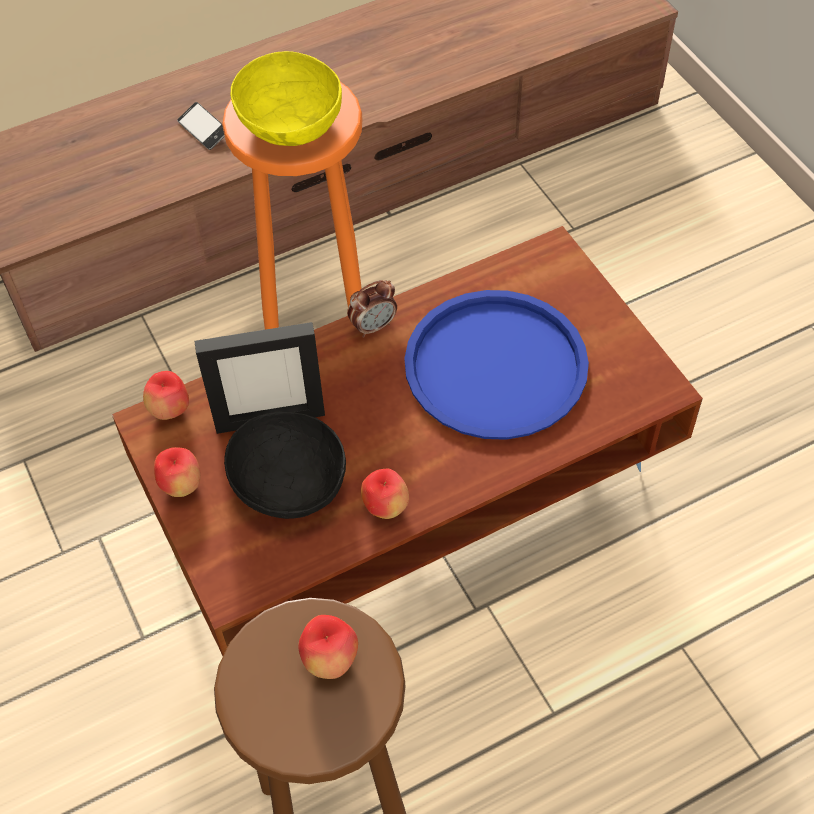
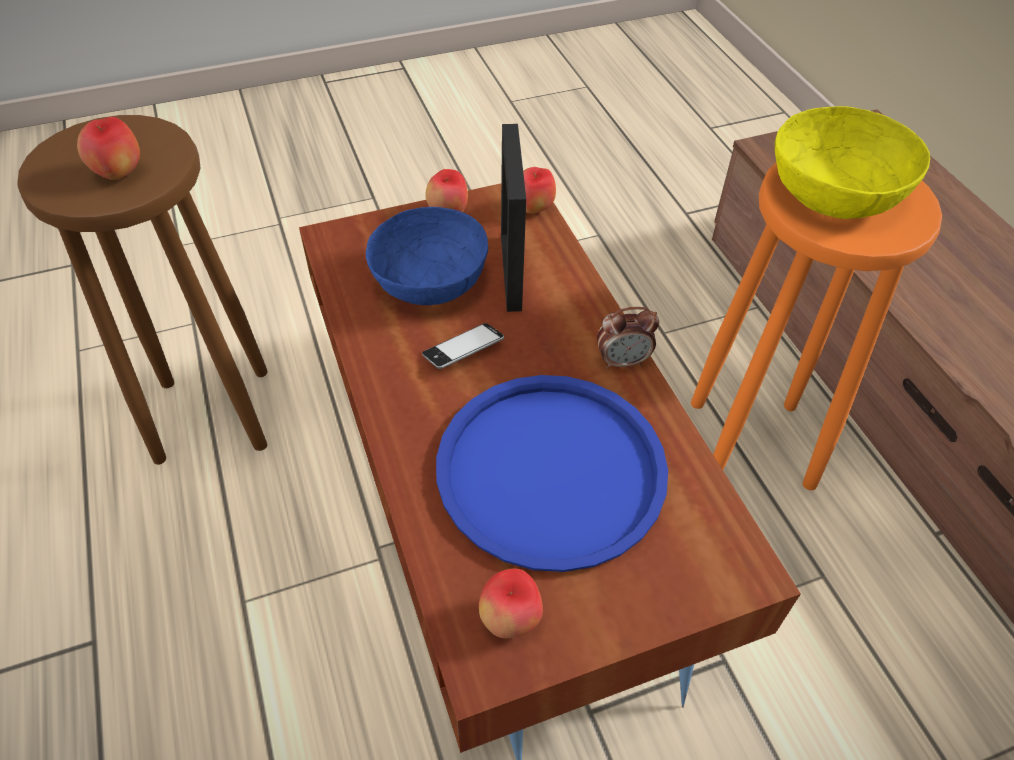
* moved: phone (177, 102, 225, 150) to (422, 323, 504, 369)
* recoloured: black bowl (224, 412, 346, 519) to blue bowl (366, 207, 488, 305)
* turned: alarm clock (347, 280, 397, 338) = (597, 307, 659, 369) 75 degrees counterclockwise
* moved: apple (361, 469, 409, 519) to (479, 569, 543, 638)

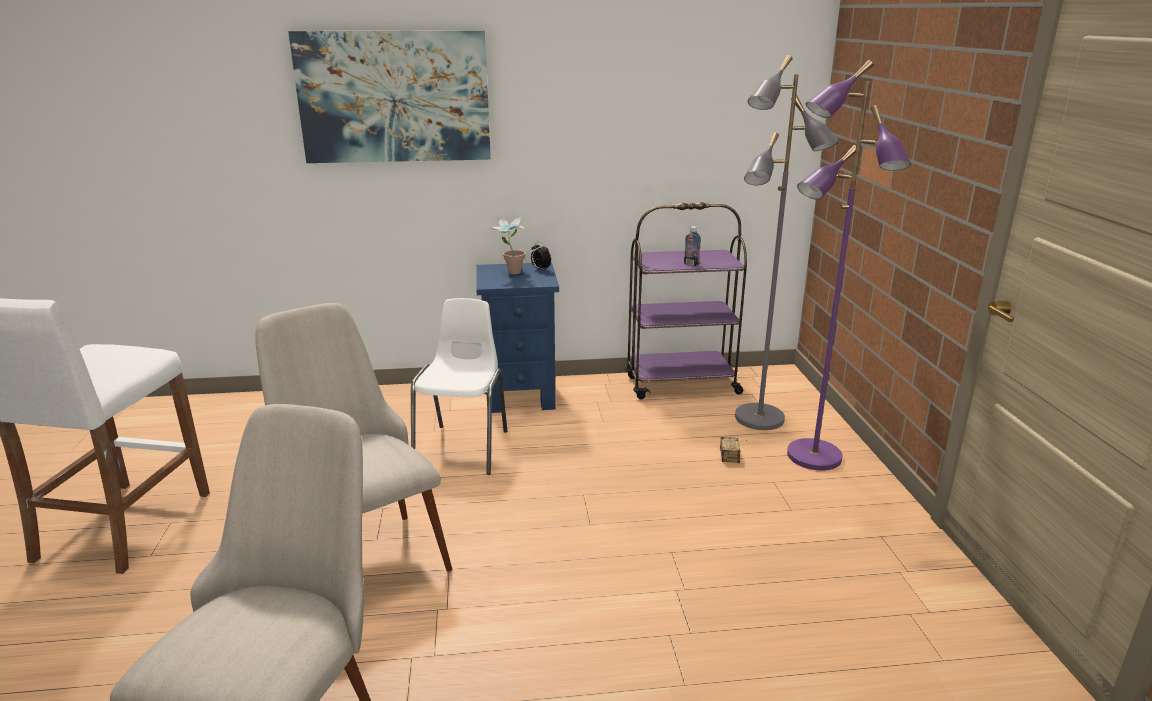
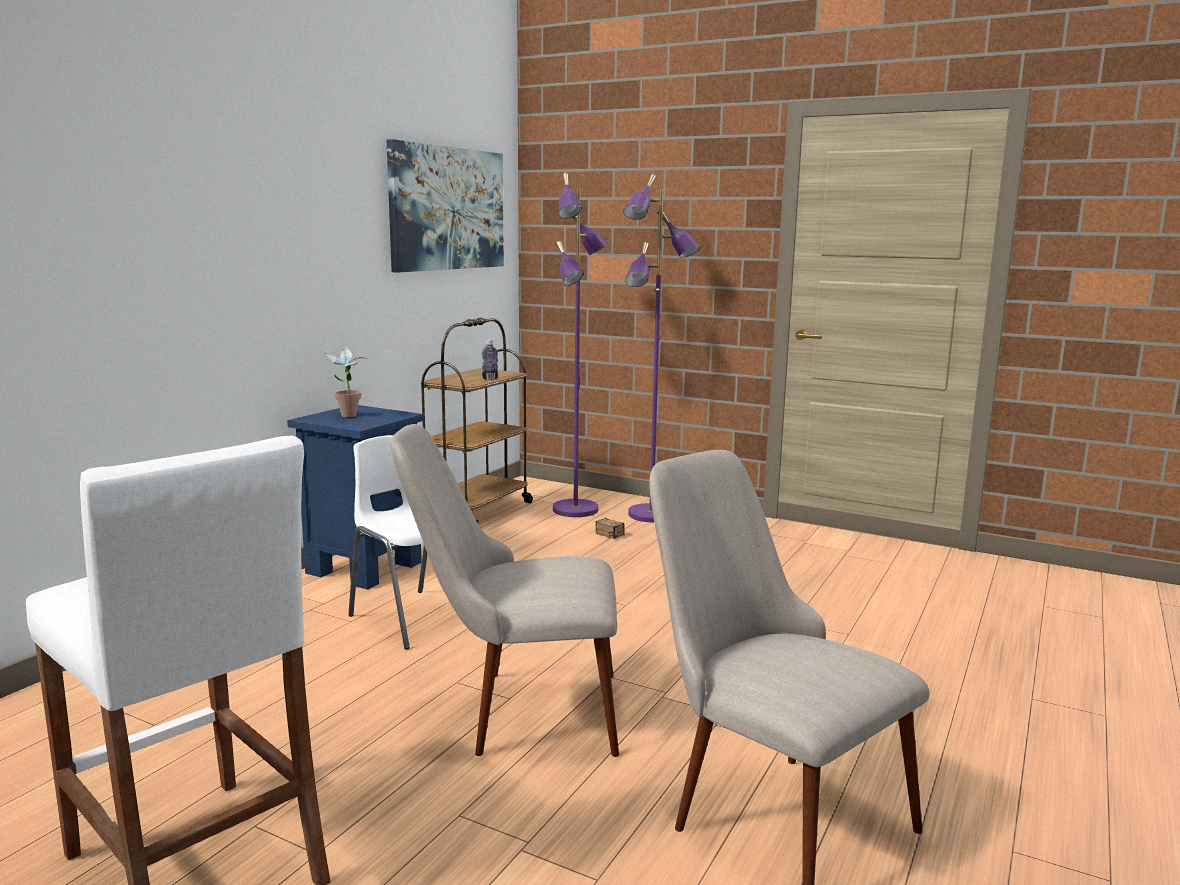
* moved: picture (288, 30, 491, 163) to (387, 139, 504, 273)
* removed: alarm clock (531, 242, 551, 270)
* recoloured: purple cart (625, 202, 747, 399) to brown cart (421, 318, 533, 522)
* recoloured: grey floor lamp (735, 55, 839, 430) to purple floor lamp (553, 173, 608, 517)

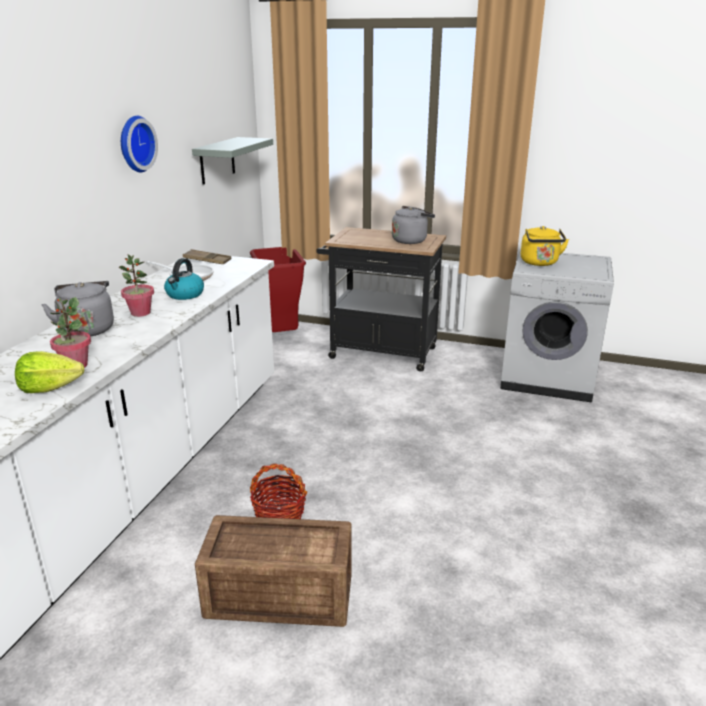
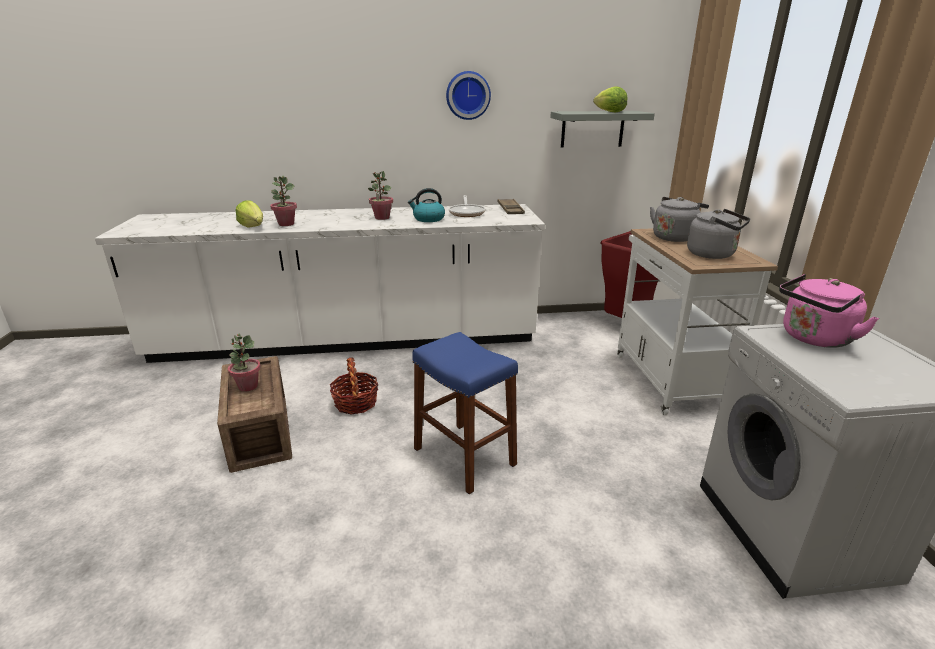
* moved: grey kettle (41, 281, 114, 337) to (650, 197, 709, 242)
* recoloured: black cart (316, 227, 446, 372) to white cart (617, 228, 778, 415)
* recoloured: yellow kettle (521, 226, 569, 266) to pink kettle (779, 274, 879, 348)
* added: potted plant (228, 334, 261, 392)
* added: blue stool (412, 332, 518, 494)
* added: lettuce (593, 87, 628, 113)

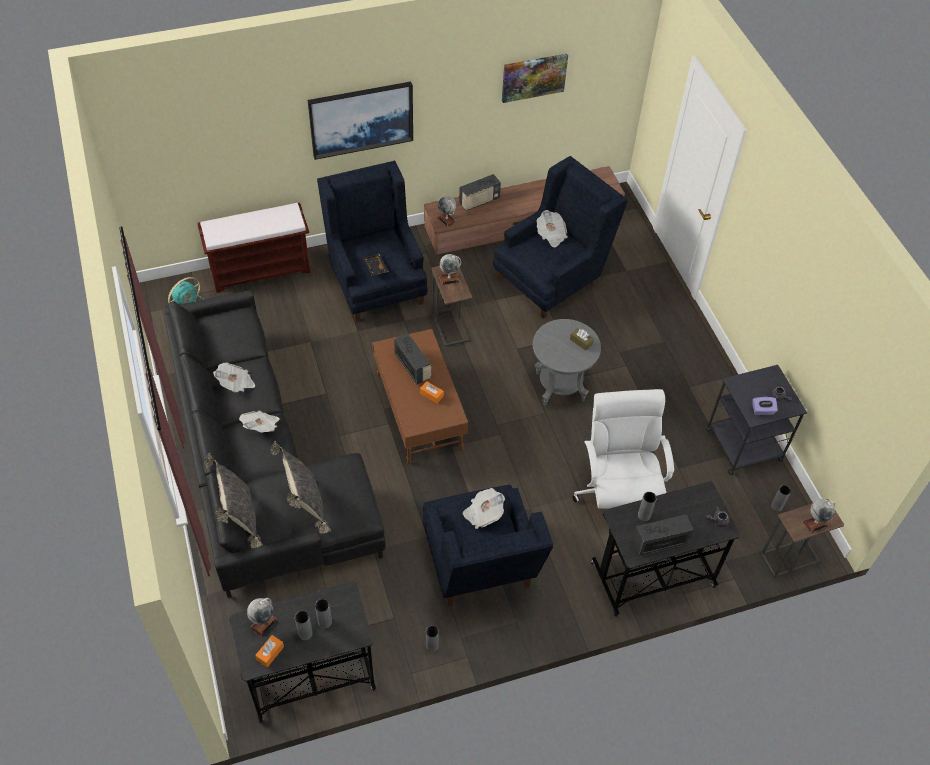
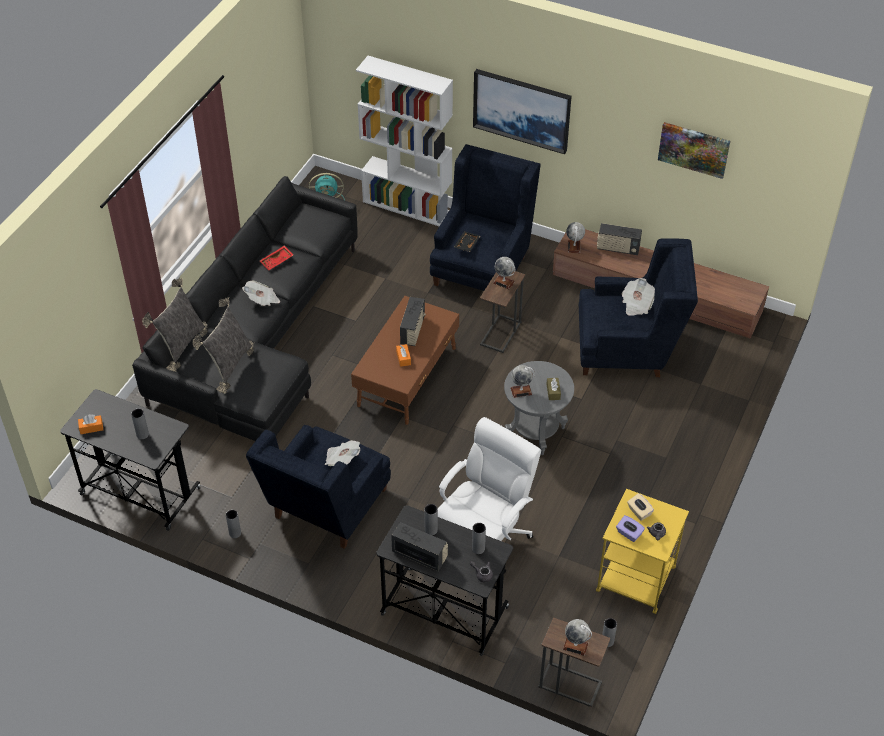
* replaced: brown bench (198, 203, 310, 293) to white bookcase (356, 56, 453, 226)
* replaced: newspaper (213, 363, 255, 392) to red tray (260, 246, 293, 270)
* moved: globe (247, 598, 278, 637) to (510, 365, 535, 398)
* moved: grey vase (295, 611, 313, 640) to (472, 523, 486, 554)
* recoloured: black cart (706, 365, 807, 475) to yellow cart (596, 489, 689, 614)
* added: beige tissue box (627, 493, 654, 521)

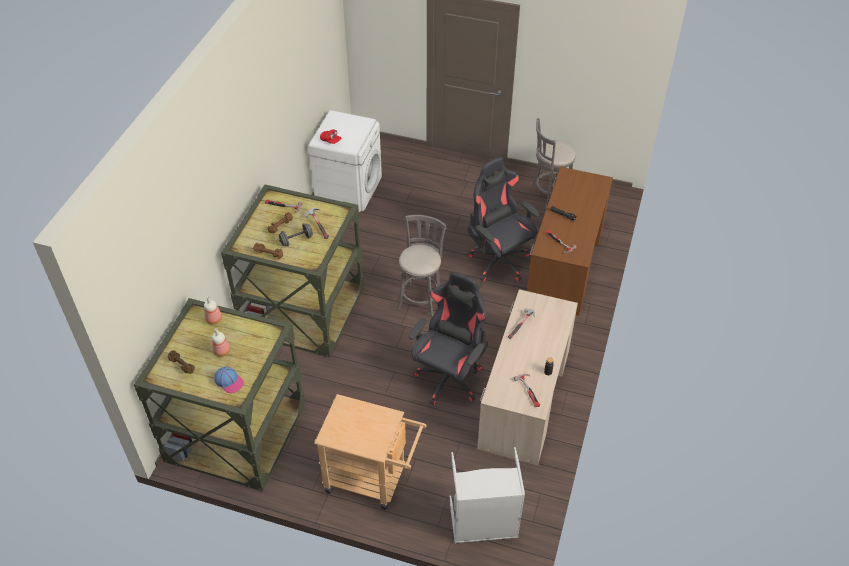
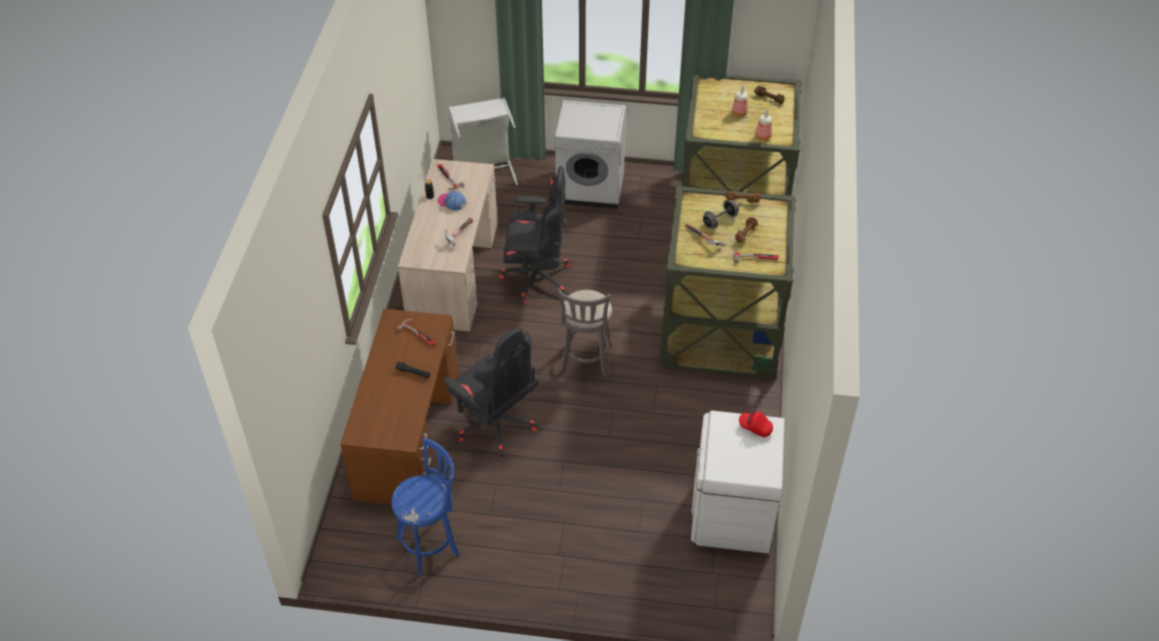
* moved: cap (214, 366, 244, 394) to (437, 191, 466, 211)
* replaced: beige cart (314, 394, 426, 510) to white washing machine (555, 100, 626, 209)
* turned: black office chair (409, 272, 488, 405) = (499, 166, 571, 304) 105 degrees counterclockwise
* recoloured: grey stool (531, 118, 576, 210) to blue stool (391, 438, 460, 576)

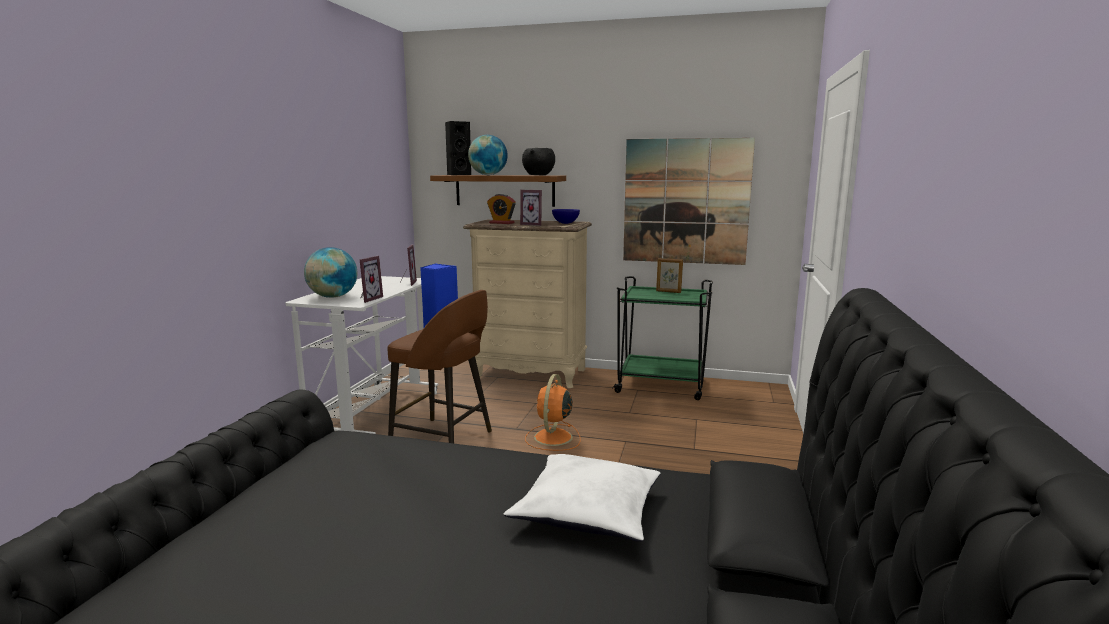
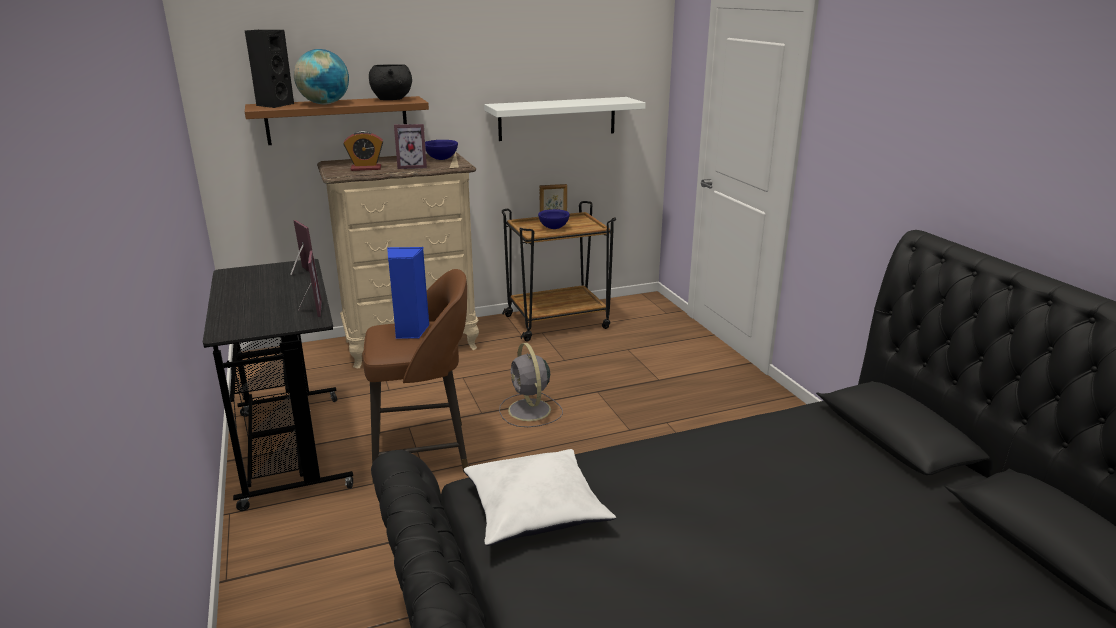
* recoloured: white desk (285, 276, 438, 434) to black desk (203, 259, 353, 511)
* removed: globe (304, 247, 357, 298)
* moved: white pillow (503, 454, 660, 542) to (464, 449, 616, 546)
* recoloured: orange fan (525, 374, 581, 451) to grey fan (499, 343, 563, 427)
* recoloured: green cart (613, 276, 713, 400) to brown cart (502, 201, 616, 342)
* replaced: picture (623, 138, 755, 265) to white shelf (484, 97, 646, 141)
* added: blue bowl (538, 209, 570, 229)

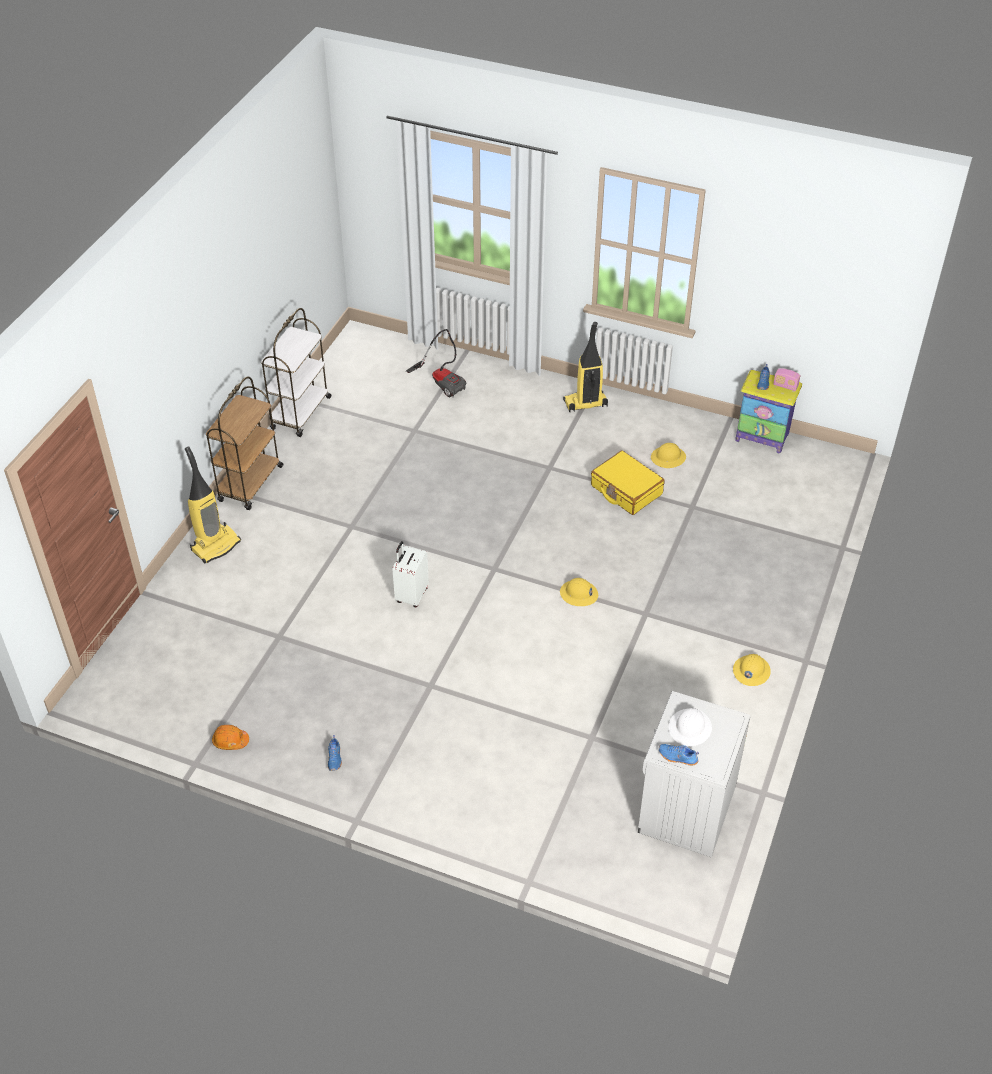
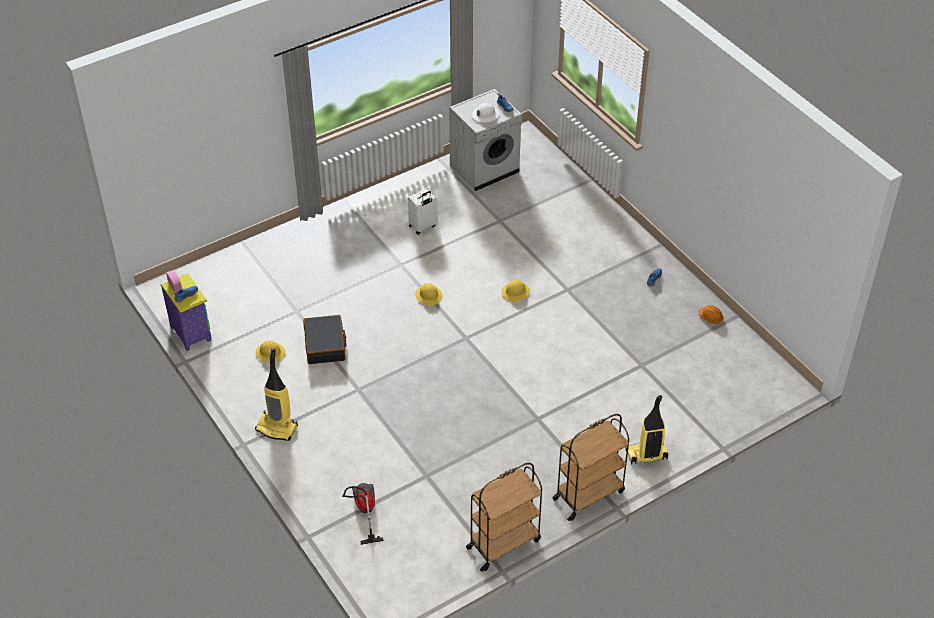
* recoloured: white cart (261, 308, 331, 437) to brown cart (466, 463, 542, 572)
* moved: white suitcase (392, 541, 429, 607) to (408, 188, 438, 235)
* recoloured: yellow suitcase (591, 450, 665, 515) to black suitcase (304, 315, 346, 364)
* moved: yellow hard hat (733, 654, 771, 686) to (501, 280, 530, 301)

